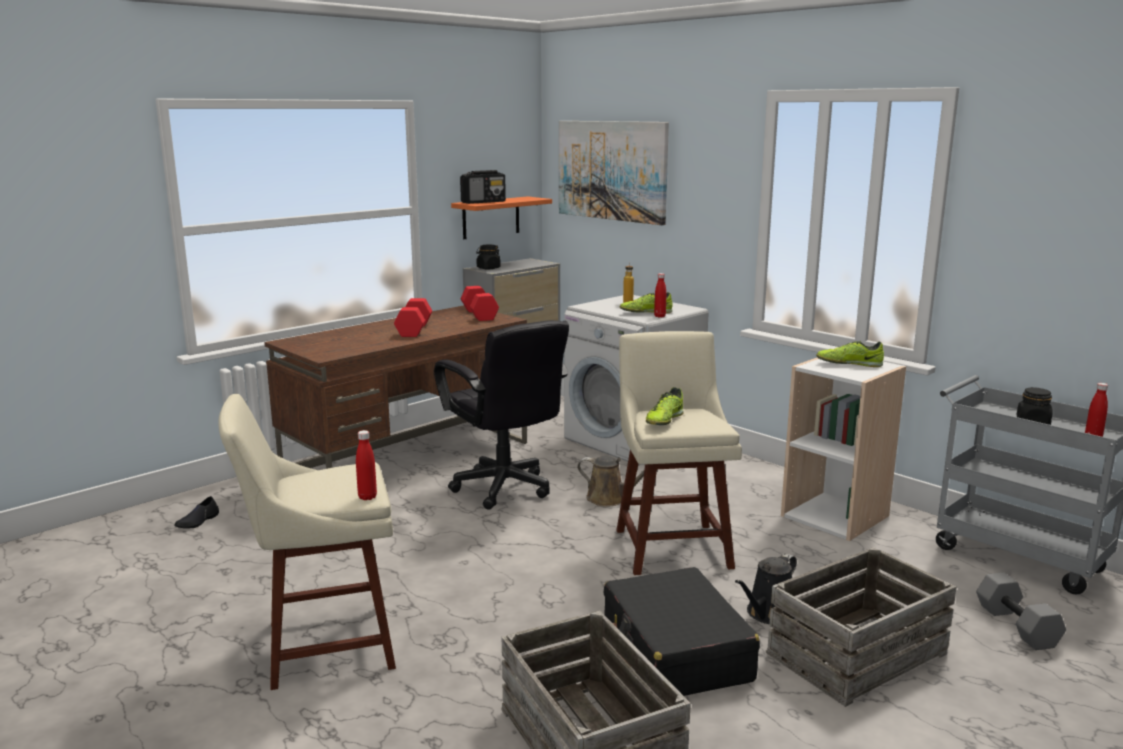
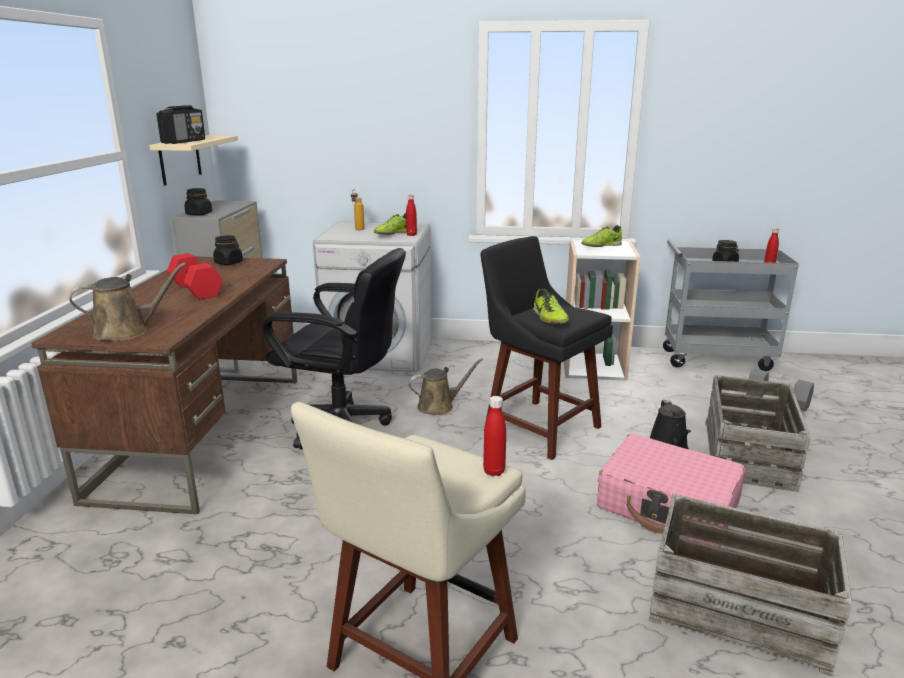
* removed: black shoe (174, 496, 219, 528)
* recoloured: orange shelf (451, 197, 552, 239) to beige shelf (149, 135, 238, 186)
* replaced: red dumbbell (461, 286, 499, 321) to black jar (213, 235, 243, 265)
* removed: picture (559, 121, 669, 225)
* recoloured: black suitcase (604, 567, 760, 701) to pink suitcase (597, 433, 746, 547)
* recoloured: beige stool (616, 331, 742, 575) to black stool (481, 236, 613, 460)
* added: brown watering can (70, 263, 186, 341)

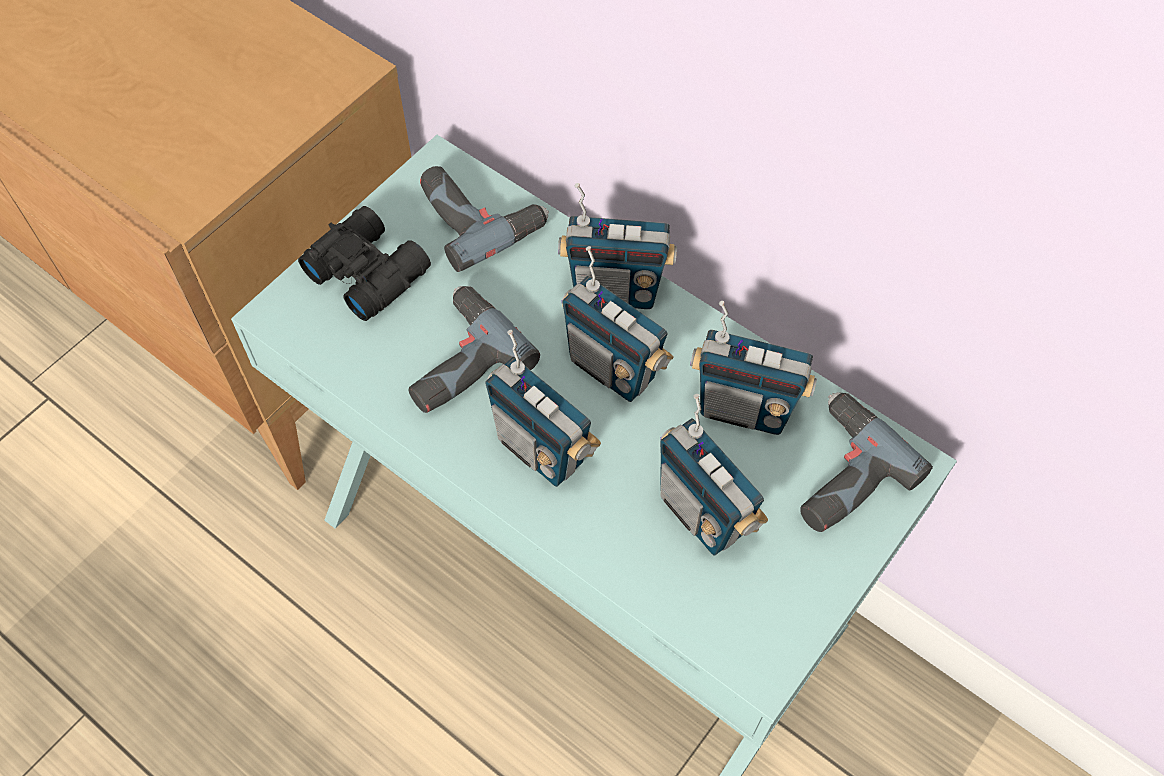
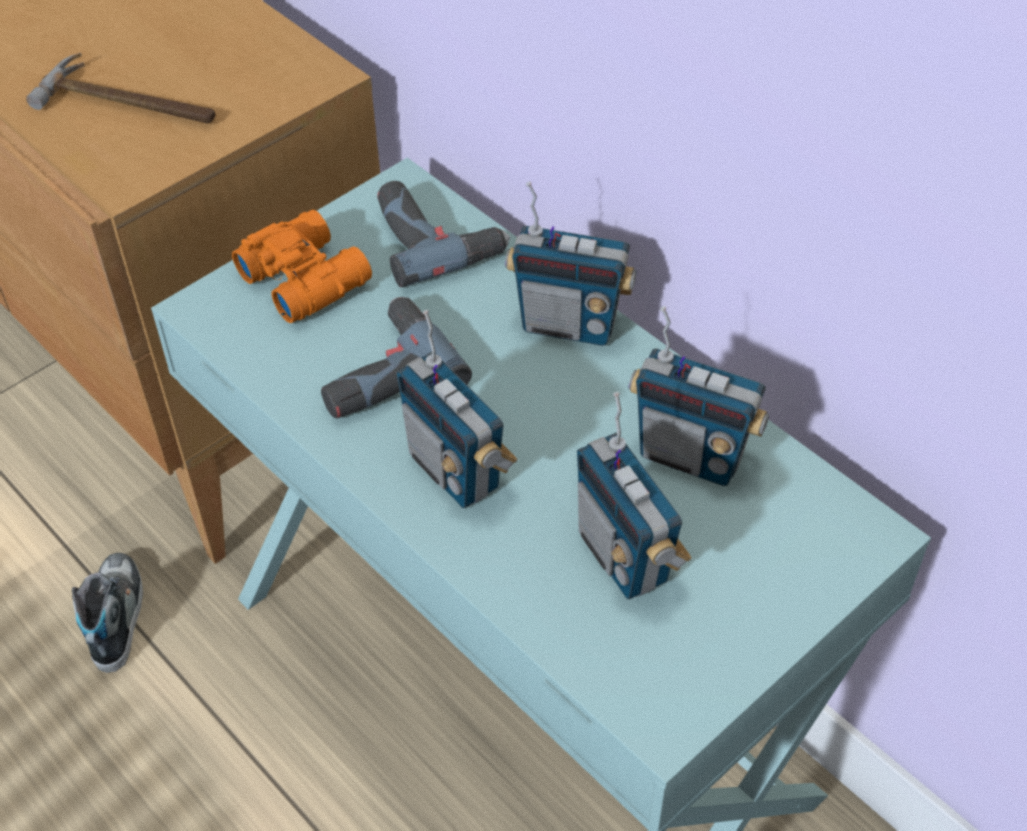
* recoloured: black binoculars (298, 206, 431, 321) to orange binoculars (232, 210, 372, 323)
* removed: radio (561, 246, 674, 402)
* removed: power drill (800, 392, 933, 532)
* added: hammer (26, 53, 215, 123)
* added: shoe (72, 553, 143, 673)

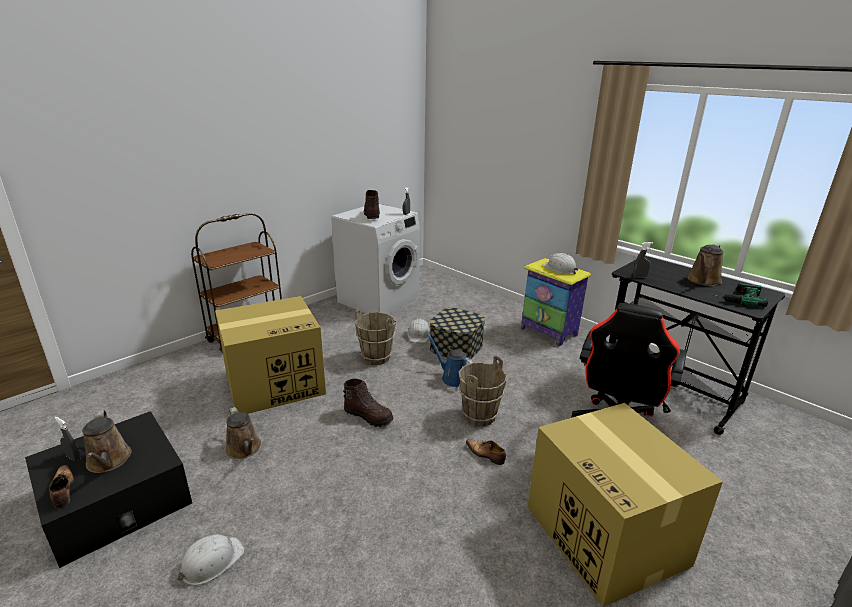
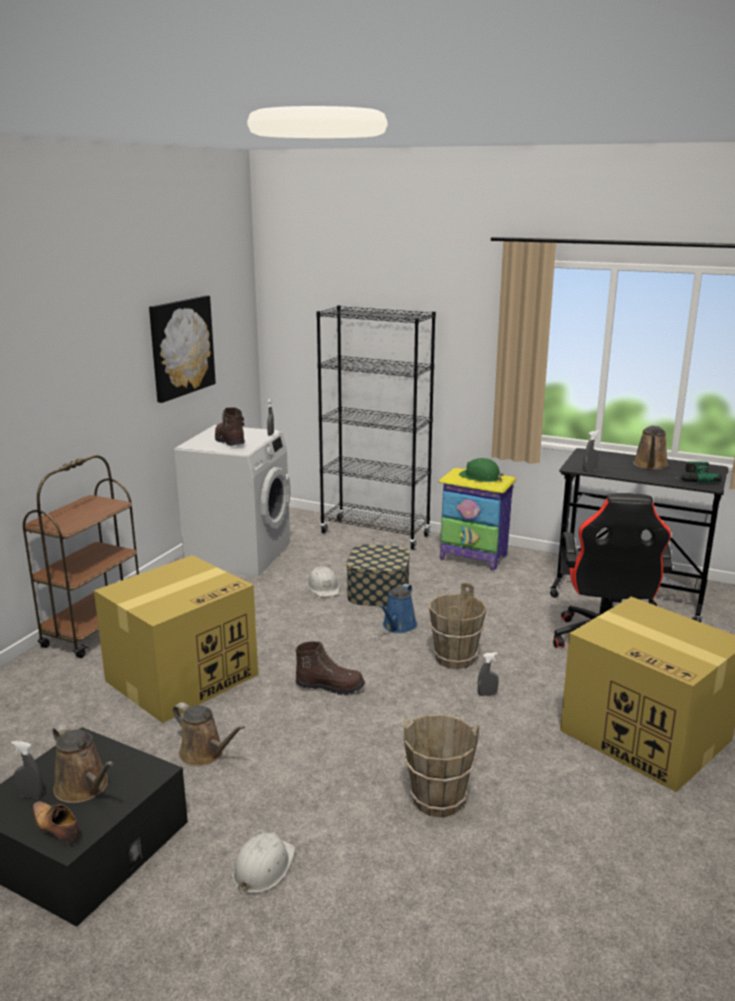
* moved: brown bucket (355, 308, 396, 365) to (404, 715, 479, 818)
* turned: blue watering can (427, 334, 473, 387) = (379, 584, 417, 633) 90 degrees counterclockwise
* replaced: shoe (466, 439, 506, 465) to grey spray bottle (478, 652, 499, 696)
* recoloured: white hard hat (543, 253, 578, 274) to green hard hat (459, 458, 504, 482)
* added: picture (149, 295, 216, 403)
* added: black bookcase (316, 305, 436, 550)

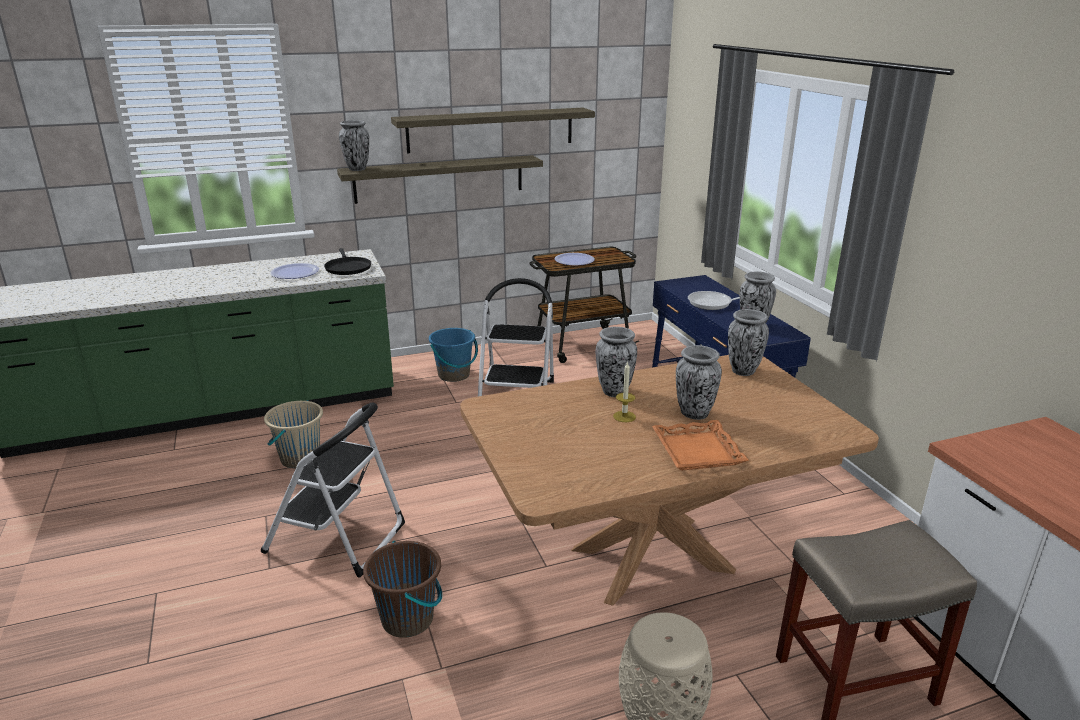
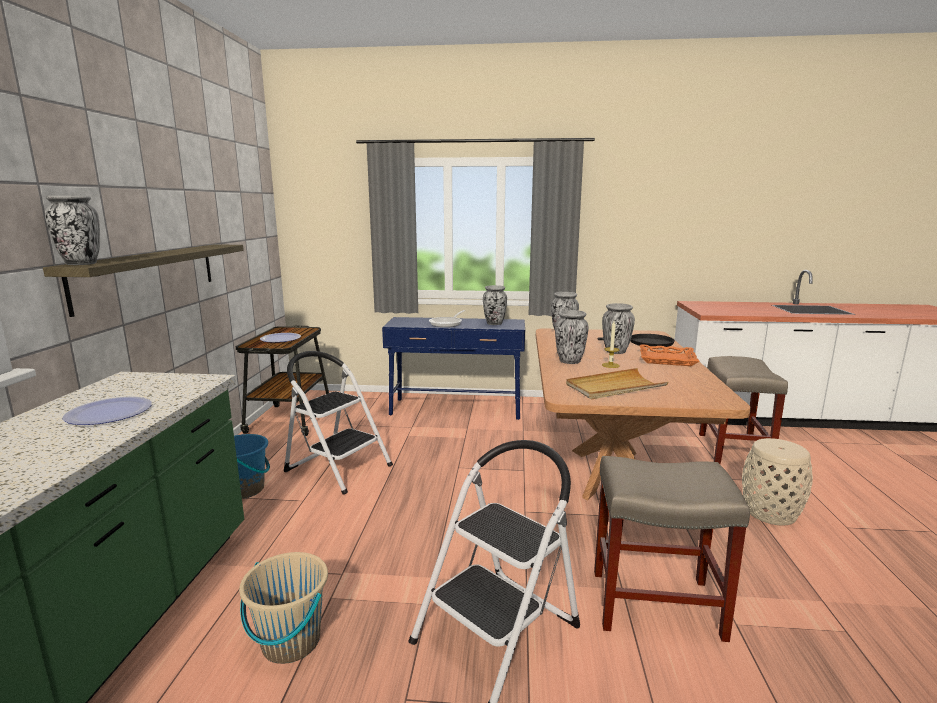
* moved: black frying pan (324, 248, 371, 275) to (598, 334, 675, 347)
* replaced: brown bucket (363, 541, 442, 638) to beige stool (594, 456, 750, 642)
* removed: shelf (391, 108, 595, 154)
* added: beige tray (566, 368, 669, 400)

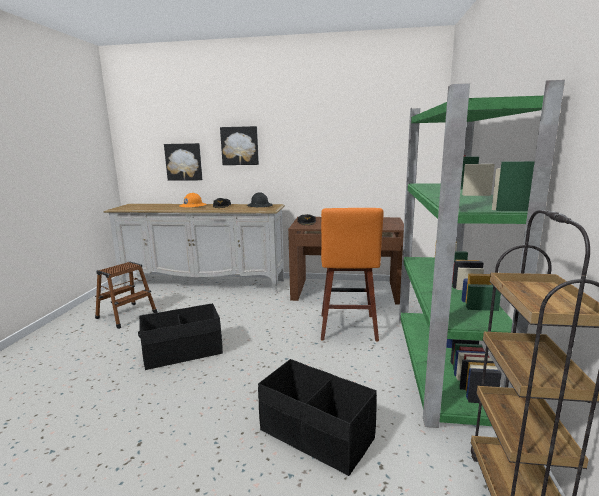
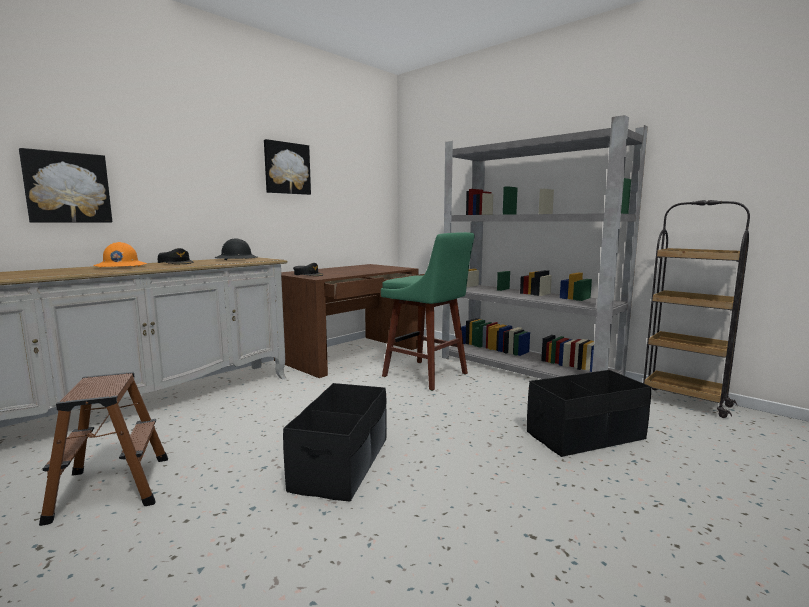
* moved: picture (220, 126, 259, 165) to (264, 139, 311, 195)
* recoloured: orange stool (321, 208, 384, 342) to green stool (381, 232, 475, 391)
* recoloured: green bookcase (399, 80, 565, 428) to grey bookcase (442, 115, 648, 379)

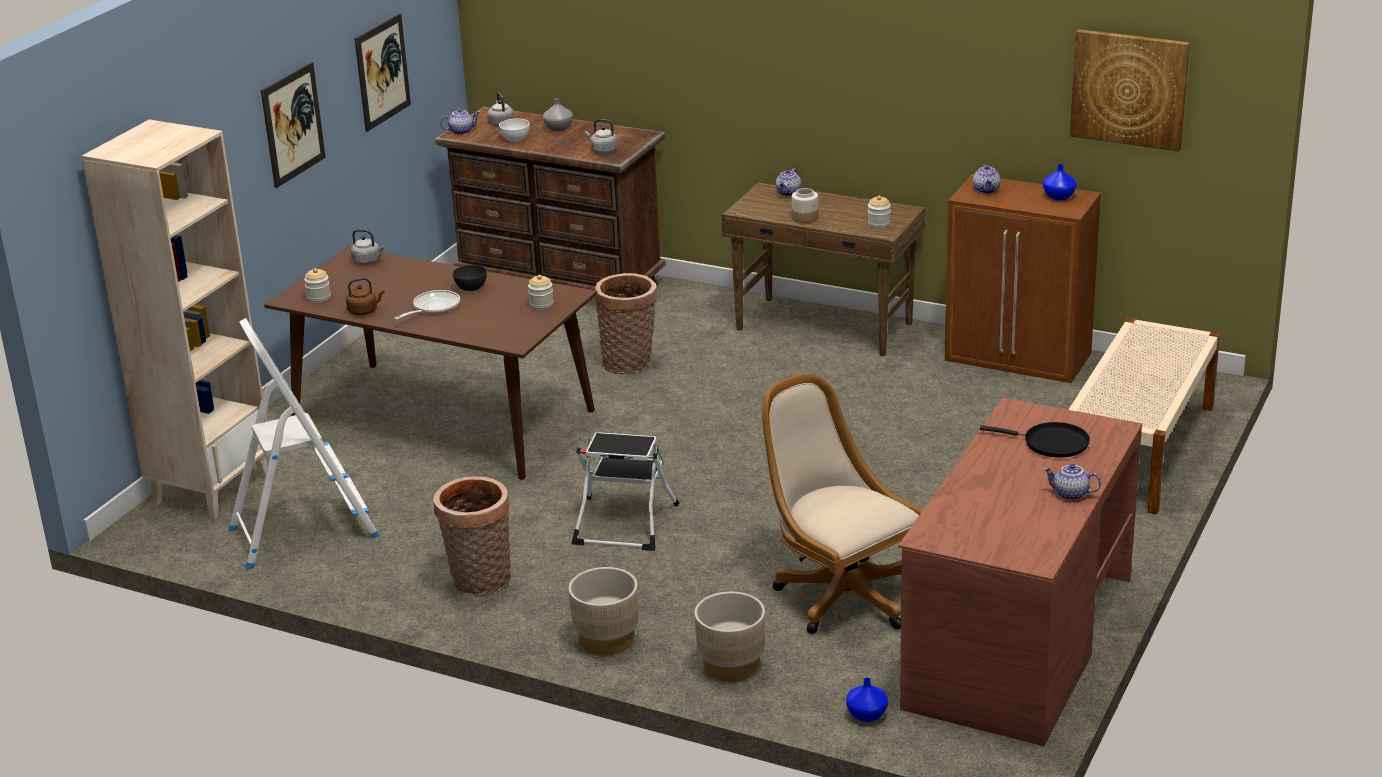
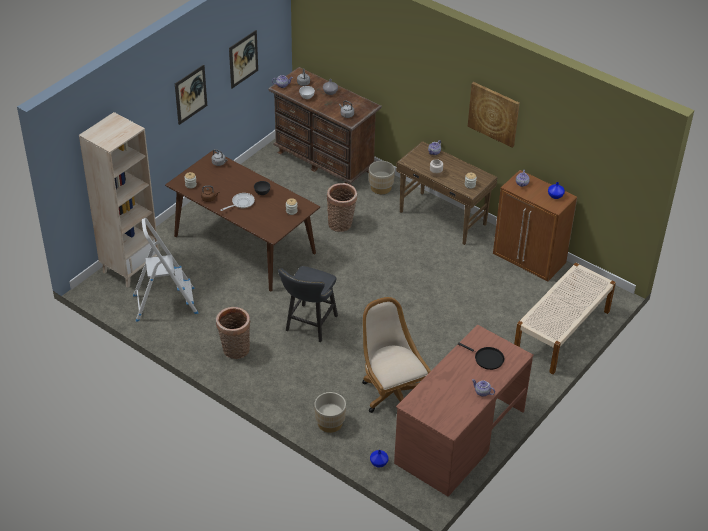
* moved: beige planter (569, 567, 638, 655) to (369, 161, 395, 194)
* replaced: step ladder (572, 432, 679, 551) to grey stool (278, 266, 338, 342)
* moved: picture (1070, 29, 1190, 151) to (468, 82, 520, 148)

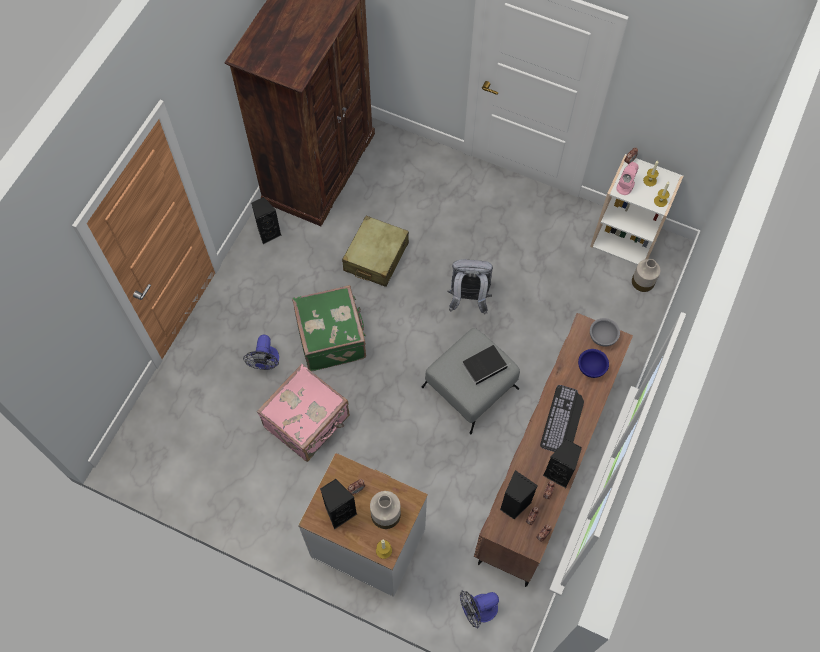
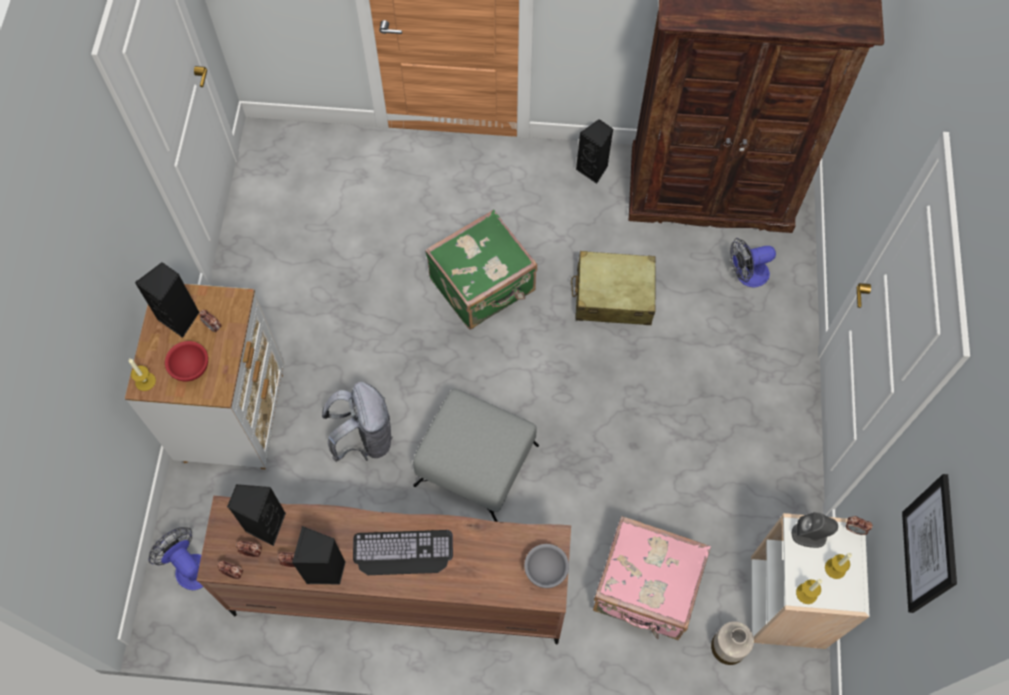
* moved: fan (243, 335, 279, 370) to (730, 238, 776, 288)
* moved: pink suitcase (257, 364, 350, 462) to (593, 516, 711, 640)
* replaced: beige vase (370, 491, 401, 529) to red bowl (165, 341, 208, 382)
* moved: grey backpack (447, 259, 493, 315) to (322, 382, 393, 462)
* removed: book (462, 345, 512, 385)
* removed: blue bowl (578, 349, 609, 378)
* recoloured: pink speaker (616, 162, 638, 195) to grey speaker (792, 512, 838, 548)
* added: picture (902, 474, 957, 613)

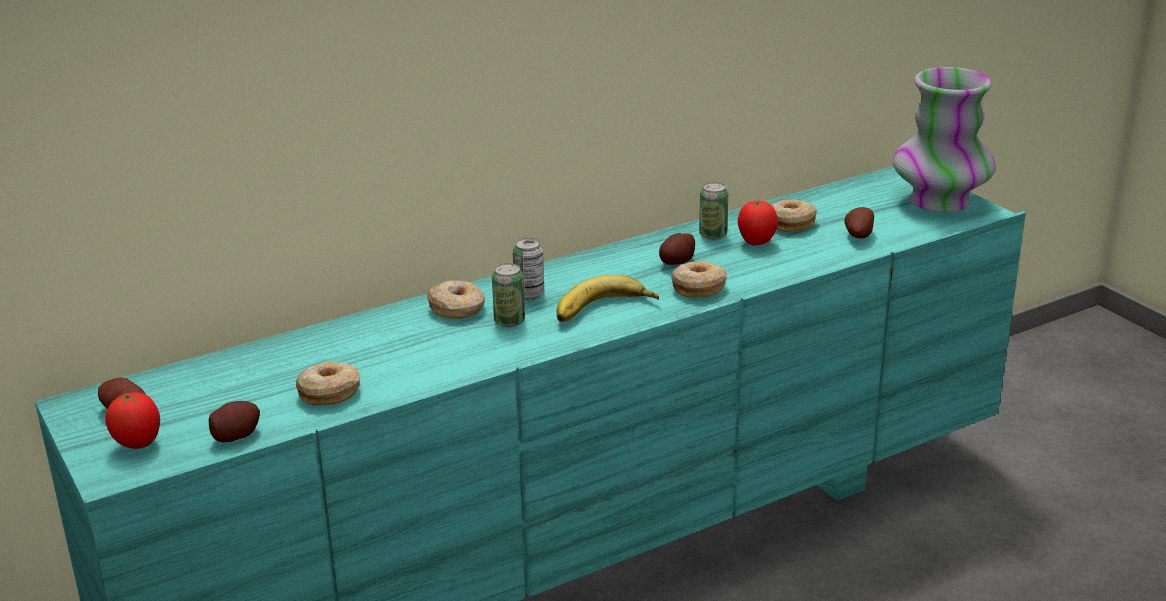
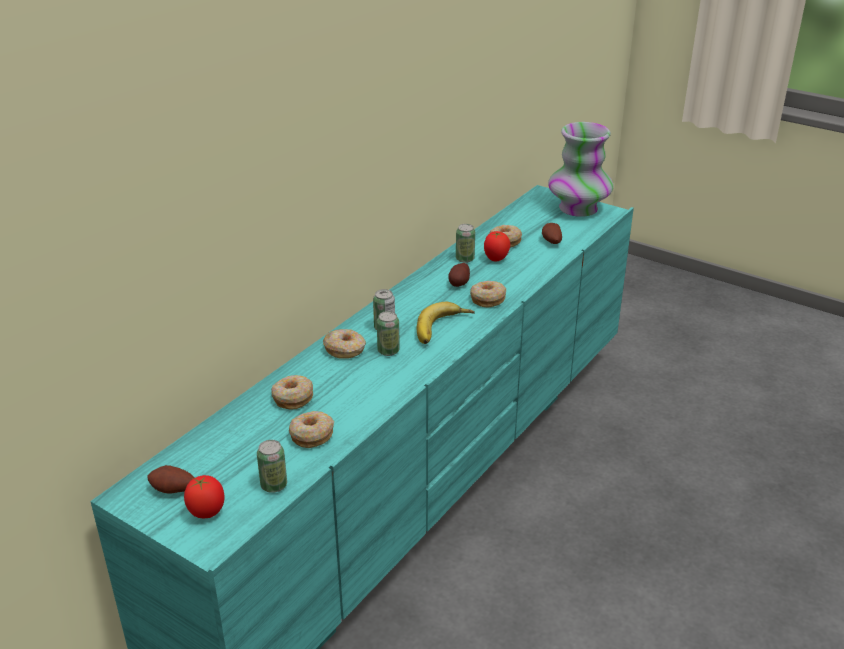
* replaced: potato (209, 401, 260, 443) to can (257, 440, 287, 493)
* added: donut (271, 375, 313, 410)

